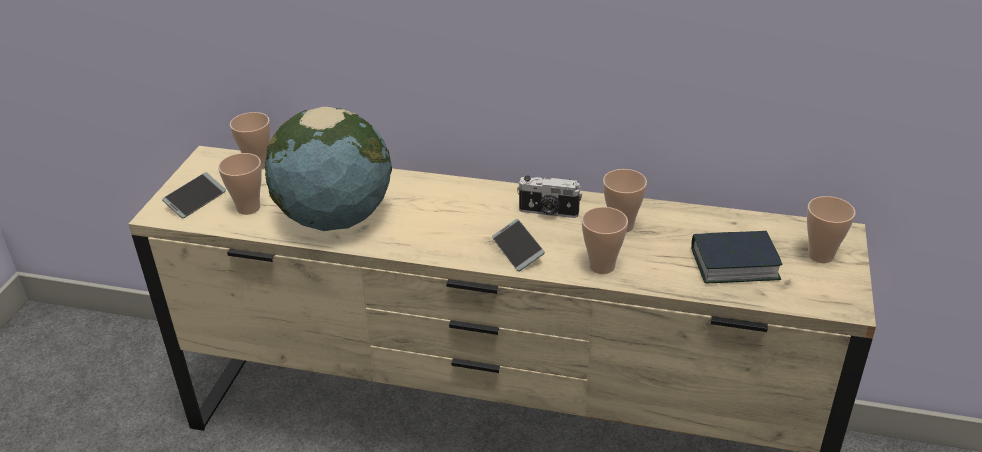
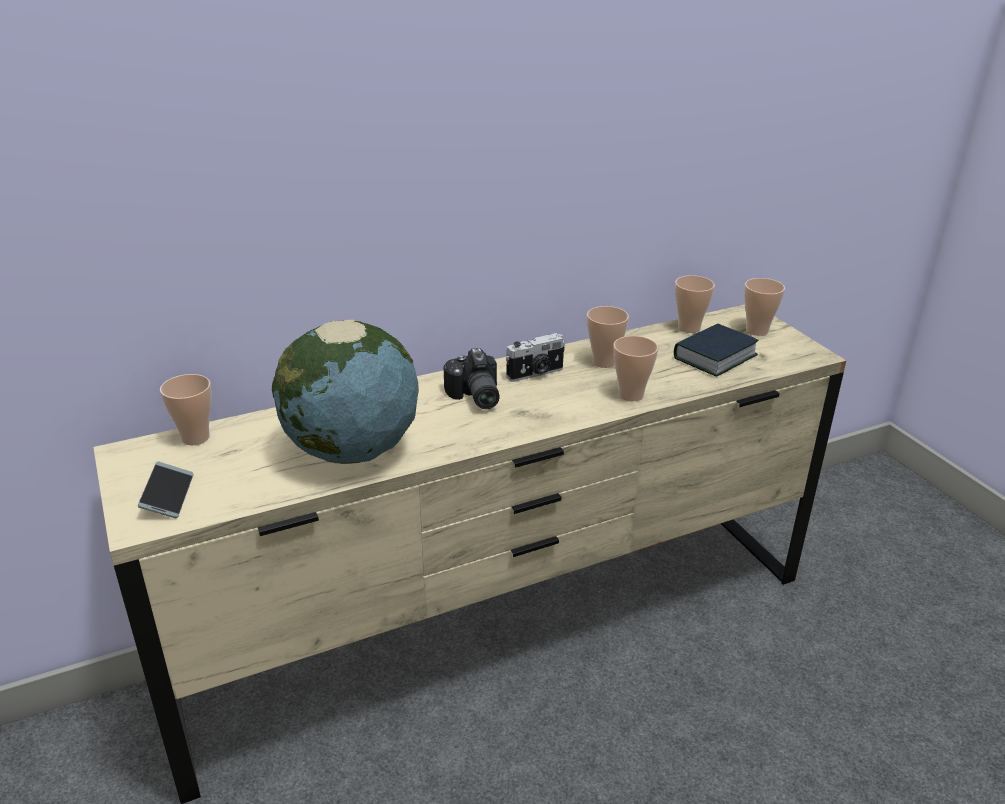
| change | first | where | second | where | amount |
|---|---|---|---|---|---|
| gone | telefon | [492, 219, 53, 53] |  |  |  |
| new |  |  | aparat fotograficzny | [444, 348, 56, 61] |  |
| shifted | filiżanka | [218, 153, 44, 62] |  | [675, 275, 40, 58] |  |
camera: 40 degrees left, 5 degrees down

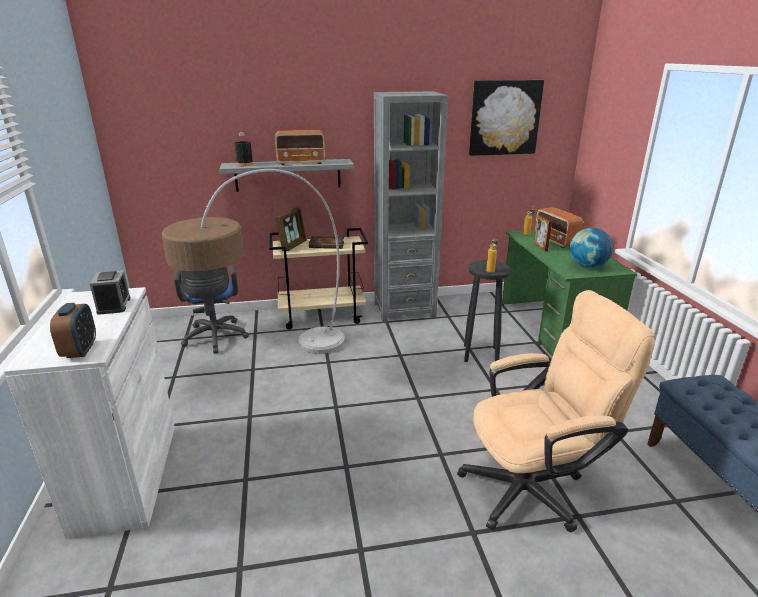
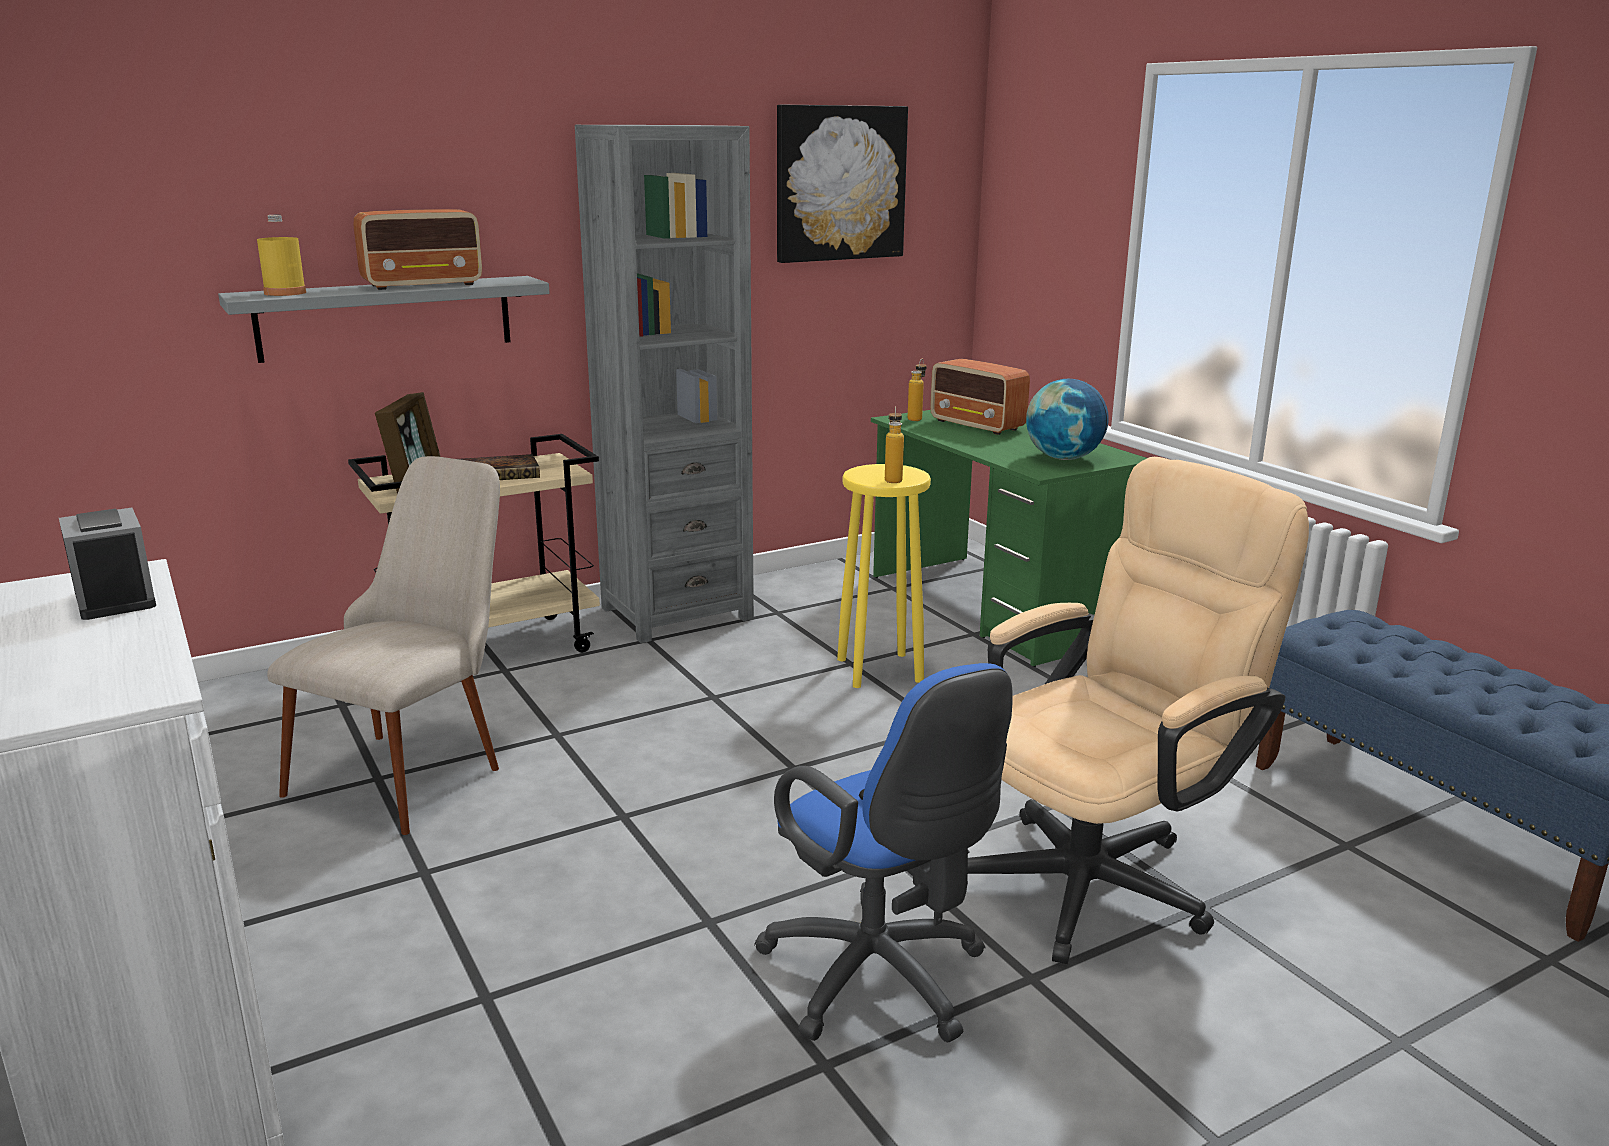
| change | first | where | second | where | amount |
|---|---|---|---|---|---|
| gone | budzik | [50, 303, 46, 55] |  |  |  |
| gone | ramka na zdjęcie | [534, 214, 18, 37] |  |  |  |
| shifted | krzesło biurowe/niebieski | [174, 265, 75, 89] |  | [754, 663, 259, 379] |  |
| swapped | lampa stojąca | [162, 169, 183, 185] | krzesło/beżowy | [267, 456, 233, 379] |  |
| repainted | butelka/czarny | [235, 132, 18, 35] | butelka/żółty | [257, 215, 49, 81] |  |
| repainted | stołek/czarny | [464, 260, 47, 102] | stołek/żółty | [837, 464, 94, 224] |  |
camera: 20 degrees left, 5 degrees down

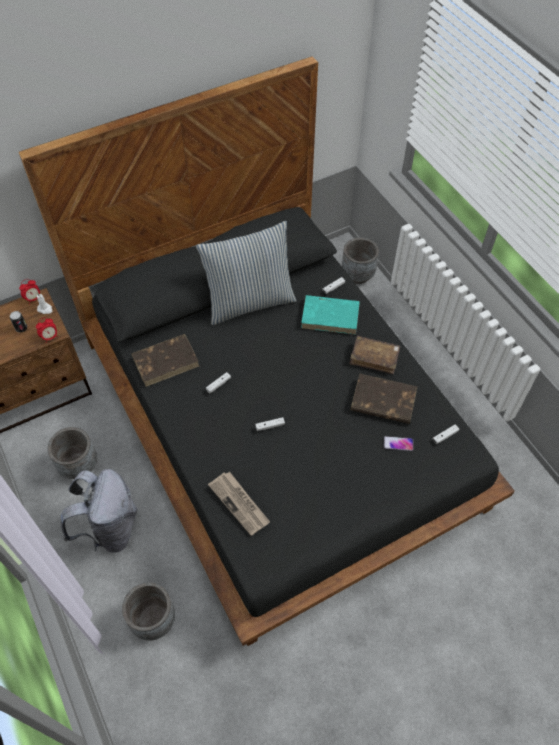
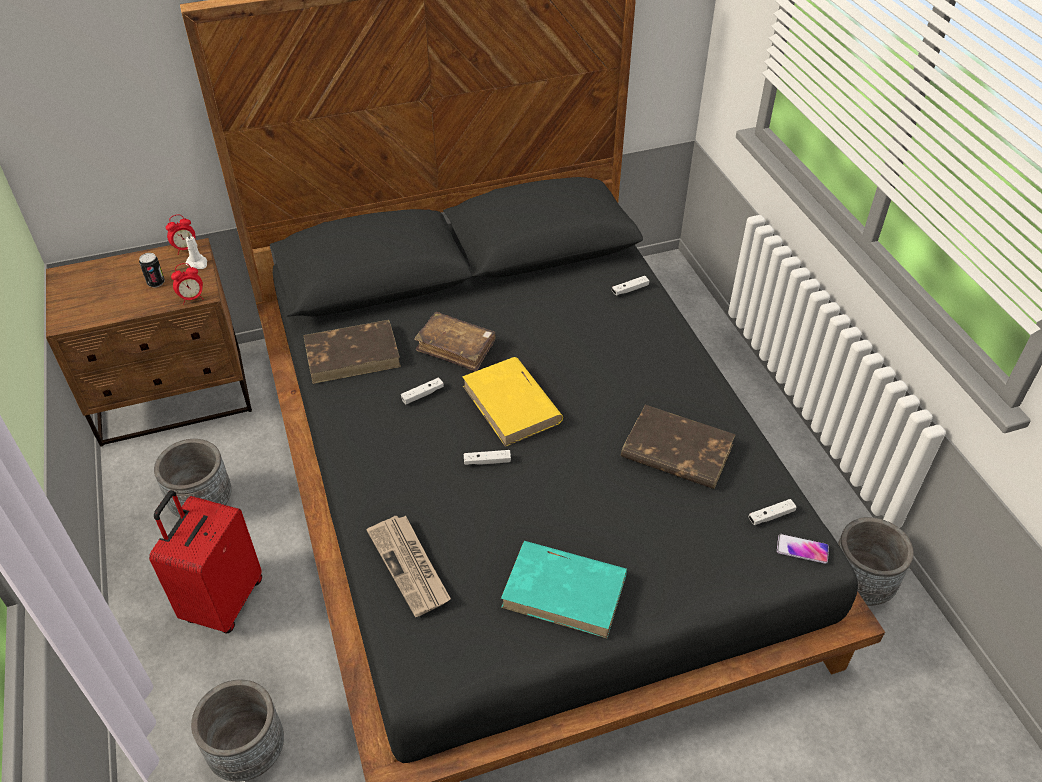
| change | first | where | second | where | amount |
|---|---|---|---|---|---|
| gone | poduszka | [196, 221, 101, 104] |  |  |  |
| new |  |  | książka/żółty | [462, 357, 101, 90] |  |
| shifted | książka/turkusowy | [301, 295, 59, 40] |  | [501, 541, 126, 97] |  |
| shifted | donica/szary | [342, 238, 37, 46] |  | [838, 517, 76, 89] |  |
| shifted | książka/brązowy | [350, 336, 50, 38] |  | [414, 312, 82, 59] |  |
| shifted | telefon | [384, 436, 29, 15] |  | [777, 534, 52, 30] |  |
| swapped | plecak/szary | [60, 469, 77, 84] | walizka/czerwony | [149, 490, 113, 143] |  |
camera: 10 degrees right, 10 degrees down

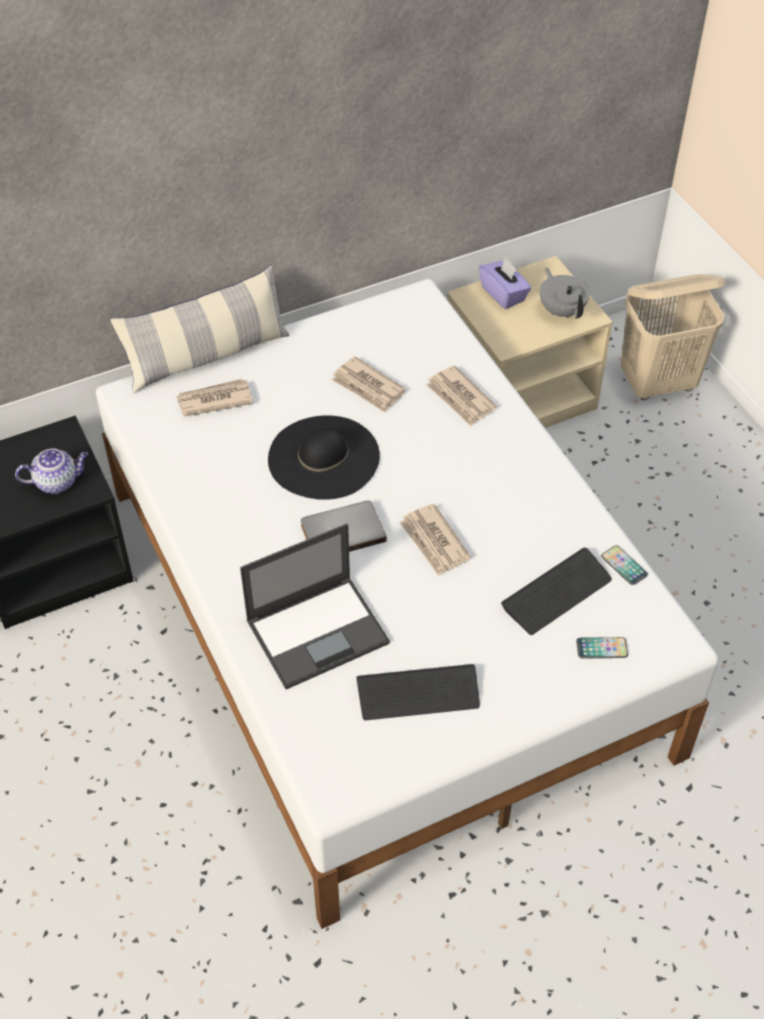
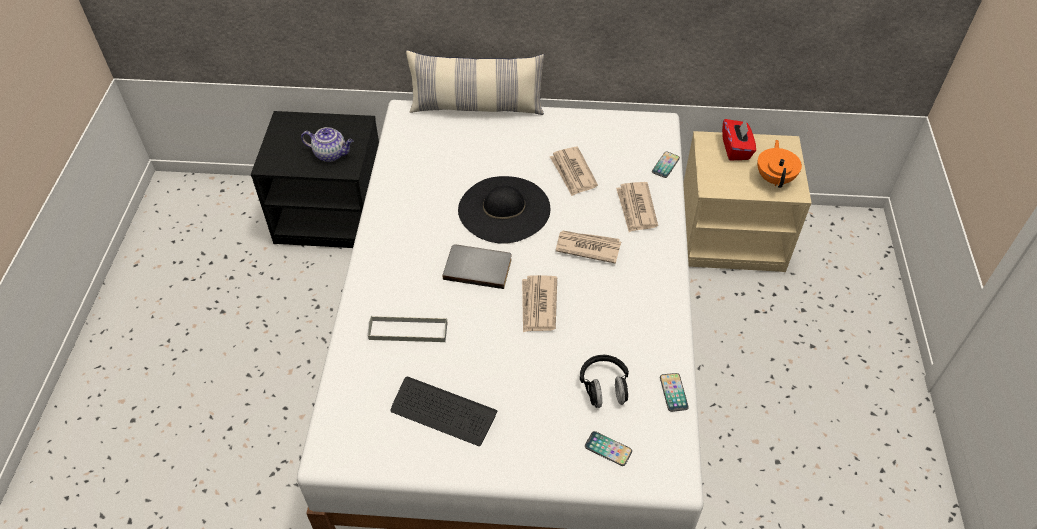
| change | first | where | second | where | amount |
|---|---|---|---|---|---|
| gone | kosz na pranie/beżowy | [621, 274, 105, 126] |  |  |  |
| new |  |  | telefon | [652, 152, 28, 26] |  |
| shifted | gazeta | [176, 379, 77, 38] |  | [556, 230, 65, 34] |  |
| swapped | laptop | [240, 523, 150, 167] | taca/szary | [368, 316, 80, 26] |  |
| swapped | klawiatura | [501, 548, 111, 87] | słuchawki/czarny | [580, 355, 49, 53] |  |
| repainted | pudełko chusteczek/fioletowy | [479, 257, 52, 52] | pudełko chusteczek/czerwony | [722, 119, 34, 42] |  |
| repainted | imbryk/szary | [540, 268, 50, 51] | imbryk/pomarańczowy | [757, 140, 45, 48] |  |
camera: 30 degrees right, 0 degrees up

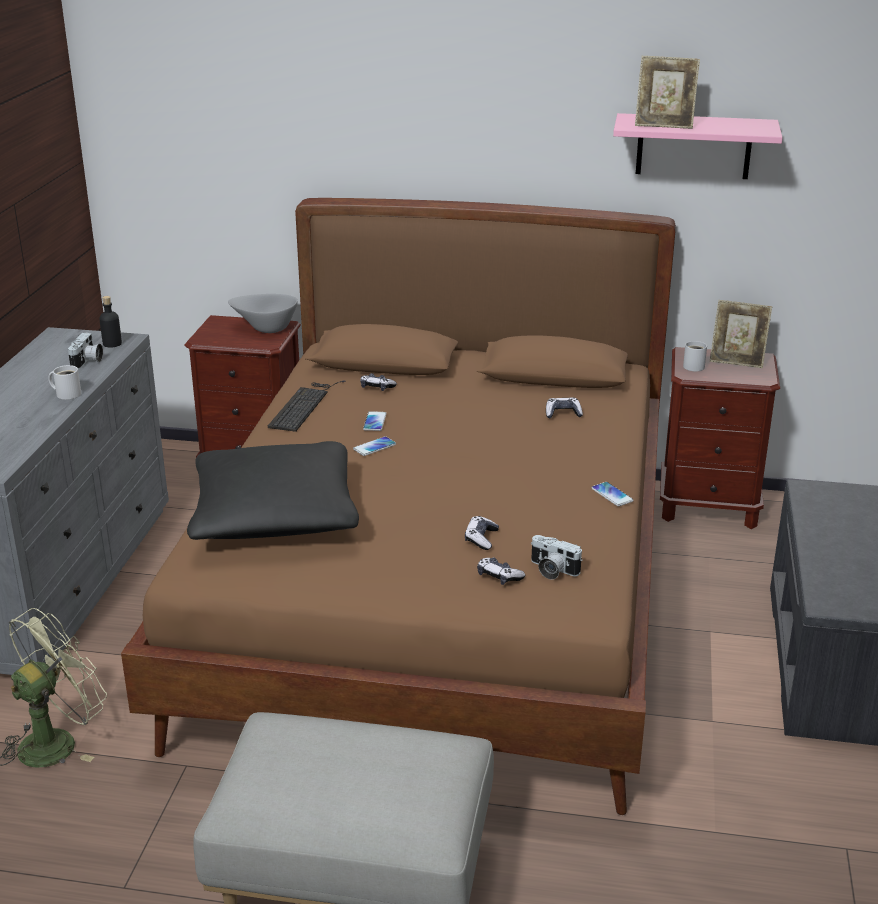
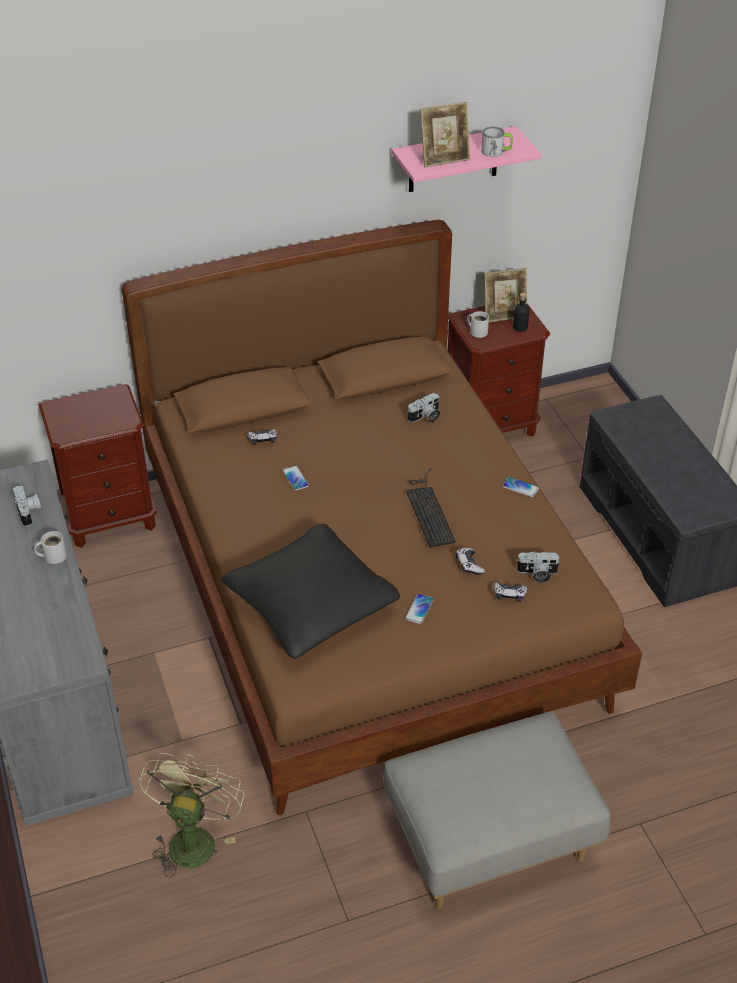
| change | first | where | second | where | amount |
|---|---|---|---|---|---|
| gone | miska/szary | [228, 294, 69, 39] |  |  |  |
| new |  |  | kubek | [481, 127, 32, 30] |  |
| shifted | butelka/czarny | [99, 296, 23, 52] |  | [513, 293, 17, 39] |  |
| shifted | klawiatura | [268, 380, 77, 52] |  | [407, 469, 49, 79] |  |
| shifted | telefon | [353, 436, 43, 20] |  | [405, 594, 29, 30] |  |
| swapped | pad do gier | [546, 397, 37, 21] | aparat fotograficzny | [408, 393, 32, 30] |  |
camera: 30 degrees left, 15 degrees up

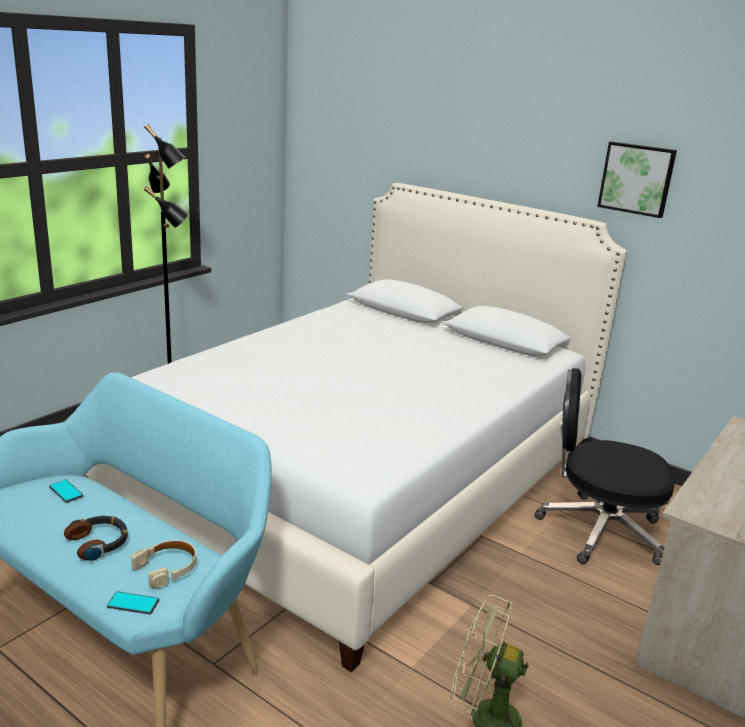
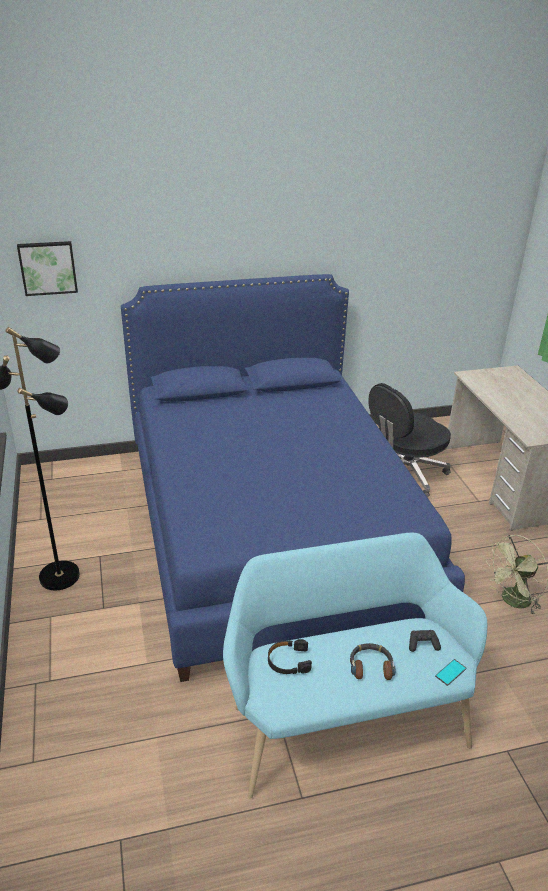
| change | first | where | second | where | amount |
|---|---|---|---|---|---|
| shifted | obraz | [597, 142, 80, 76] |  | [17, 241, 61, 55] |  |
| swapped | telefon | [49, 479, 34, 24] | słuchawki/czarny | [268, 639, 44, 35] |  |
| swapped | słuchawki/beżowy | [131, 540, 65, 48] | pad do gier/czarny | [409, 630, 32, 22] |  |
| repainted | łóżko/biały | [88, 183, 539, 489] | łóżko/niebieski | [121, 274, 344, 408] |  |
camera: 50 degrees left, 10 degrees up

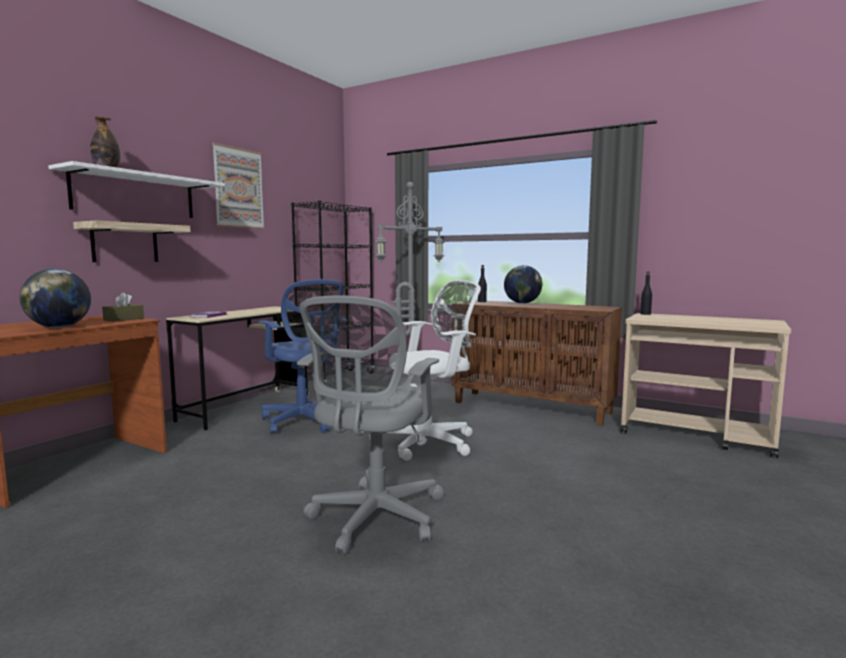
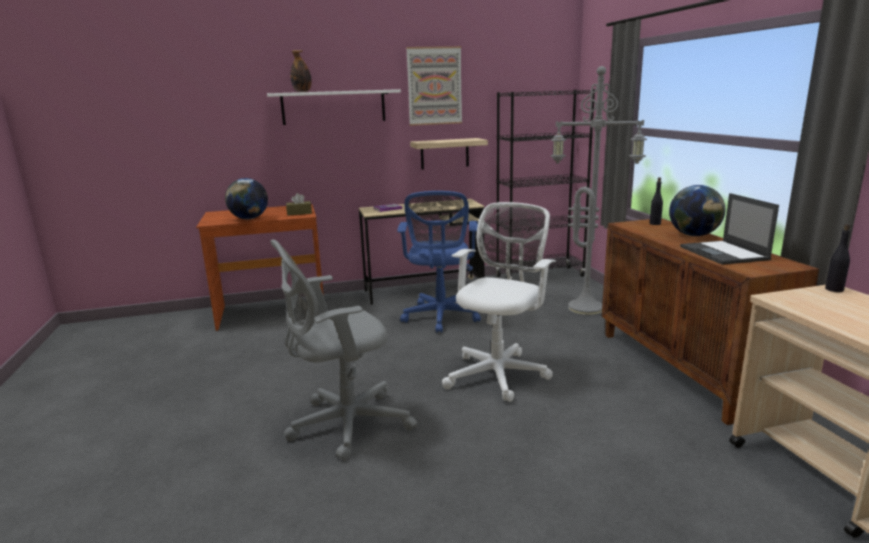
| change | first | where | second | where | amount |
|---|---|---|---|---|---|
| new |  |  | laptop | [680, 193, 99, 72] |  |
| shifted | półka | [73, 220, 117, 42] |  | [410, 138, 78, 32] |  |
| rotated | krzesło biurowe/biały | [370, 280, 111, 181] |  | [442, 202, 114, 200] | 75 degrees counterclockwise |
camera: 45 degrees right, 10 degrees up

